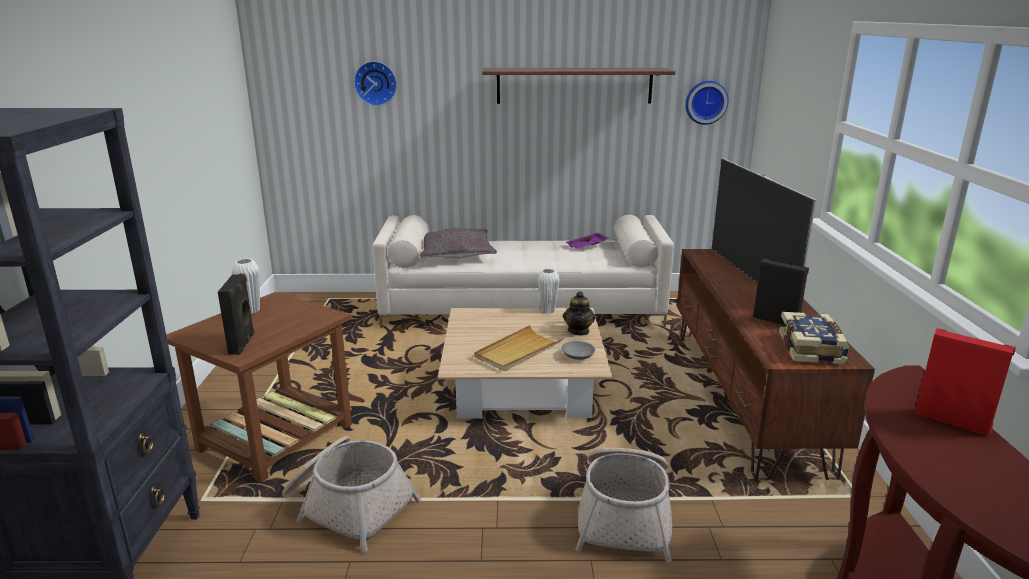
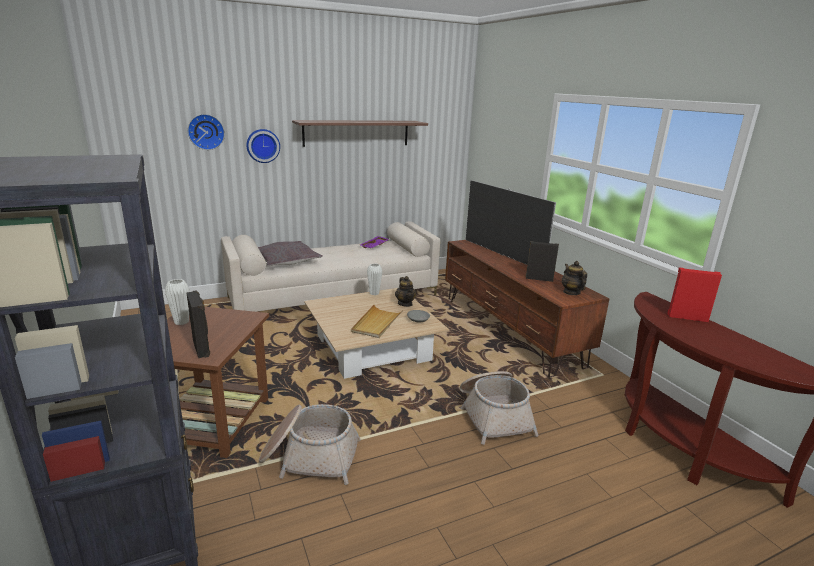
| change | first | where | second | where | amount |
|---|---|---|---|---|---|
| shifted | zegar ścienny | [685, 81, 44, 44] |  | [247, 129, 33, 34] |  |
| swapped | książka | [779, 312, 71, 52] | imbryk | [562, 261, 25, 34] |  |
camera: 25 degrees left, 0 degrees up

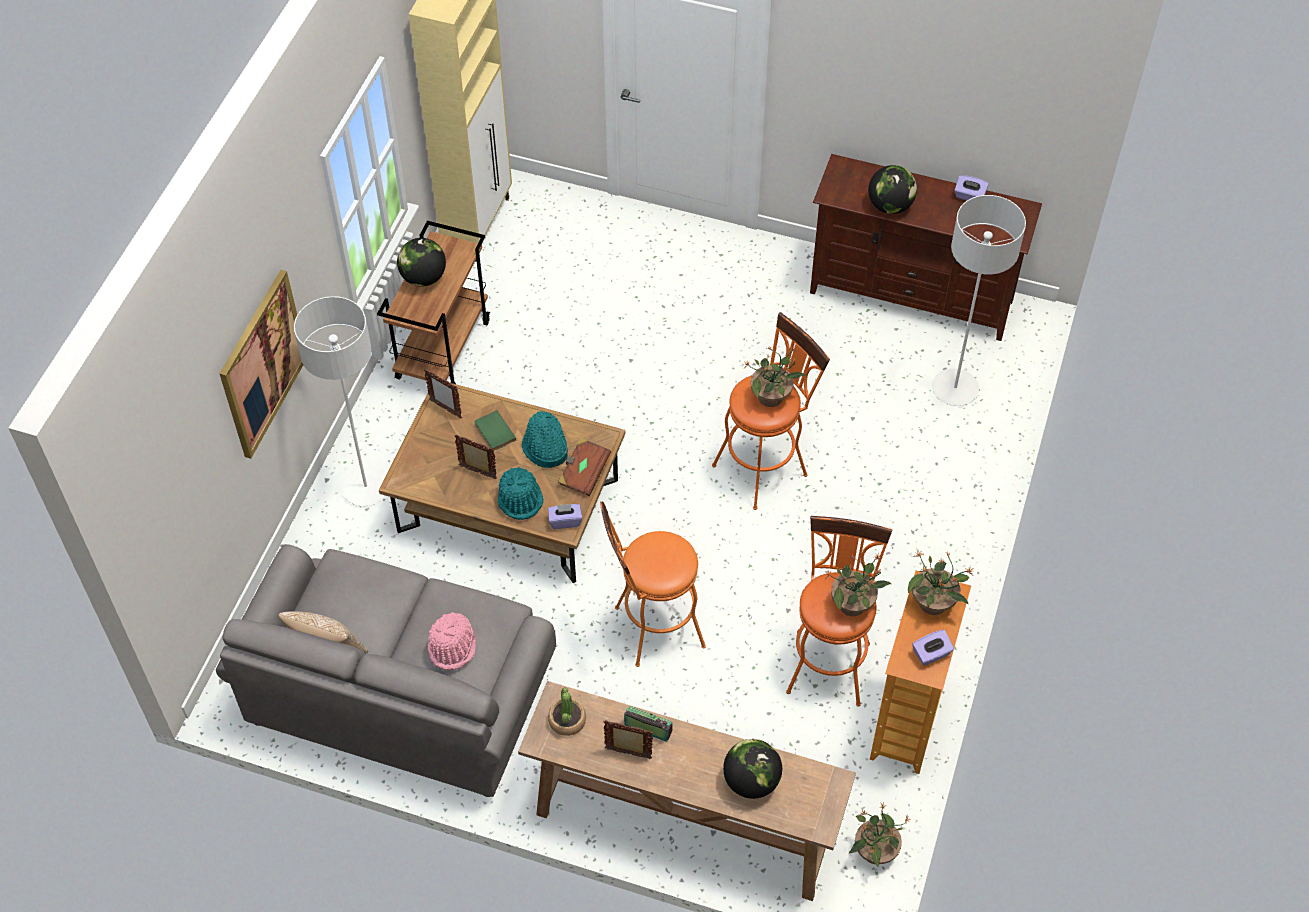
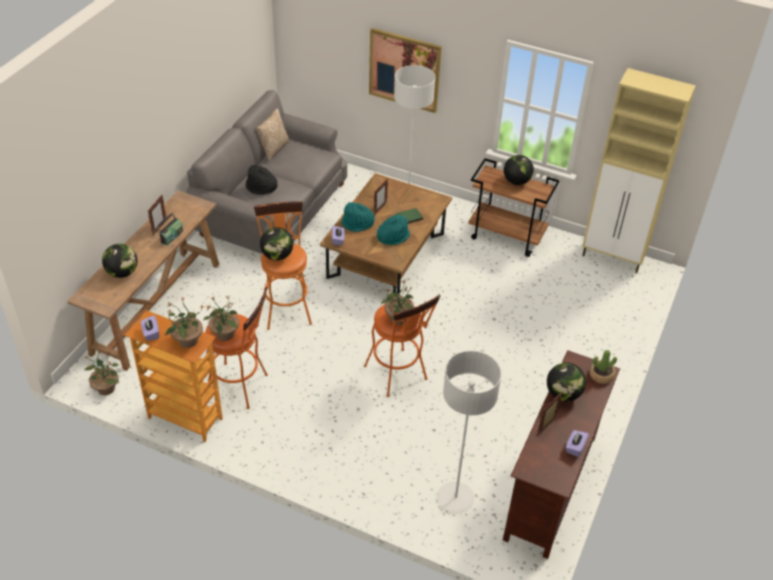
| change | first | where | second | where | amount |
|---|---|---|---|---|---|
| gone | książka/brązowy | [558, 438, 53, 58] |  |  |  |
| new |  |  | globus | [260, 227, 33, 33] |  |
| shifted | ramka na zdjęcie | [424, 369, 38, 49] |  | [537, 392, 26, 44] |  |
| shifted | roślina doniczkowa | [548, 687, 38, 49] |  | [590, 350, 27, 34] |  |
| repainted | kapelusz/różowy | [427, 612, 49, 59] | kapelusz/czarny | [246, 165, 32, 30] |  |
camera: 95 degrees right, 10 degrees down

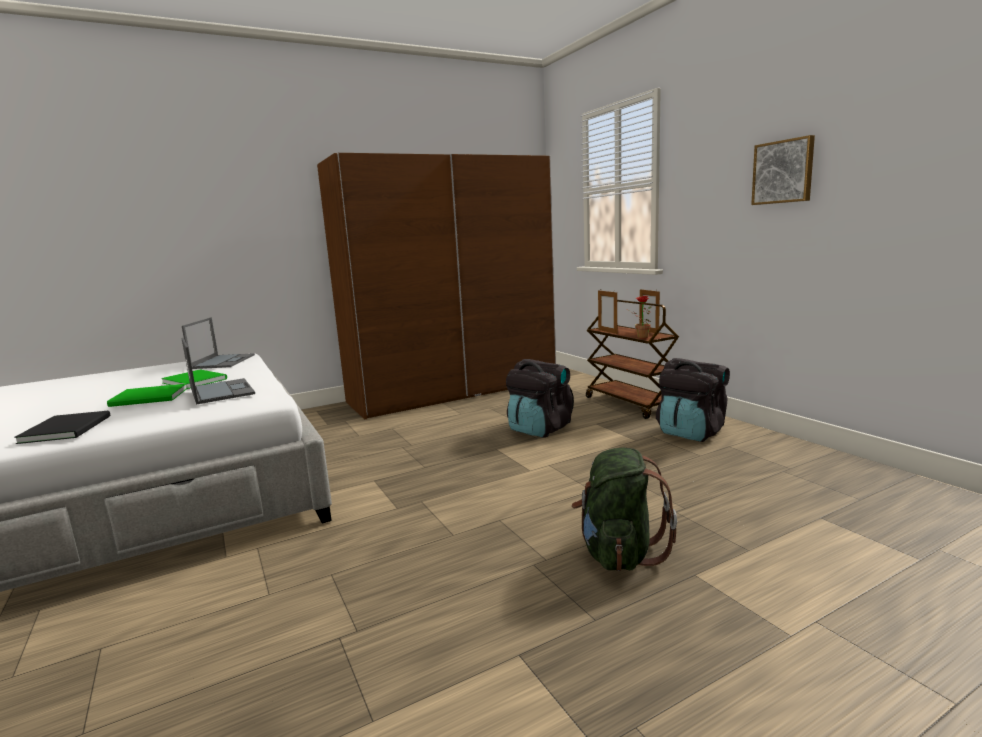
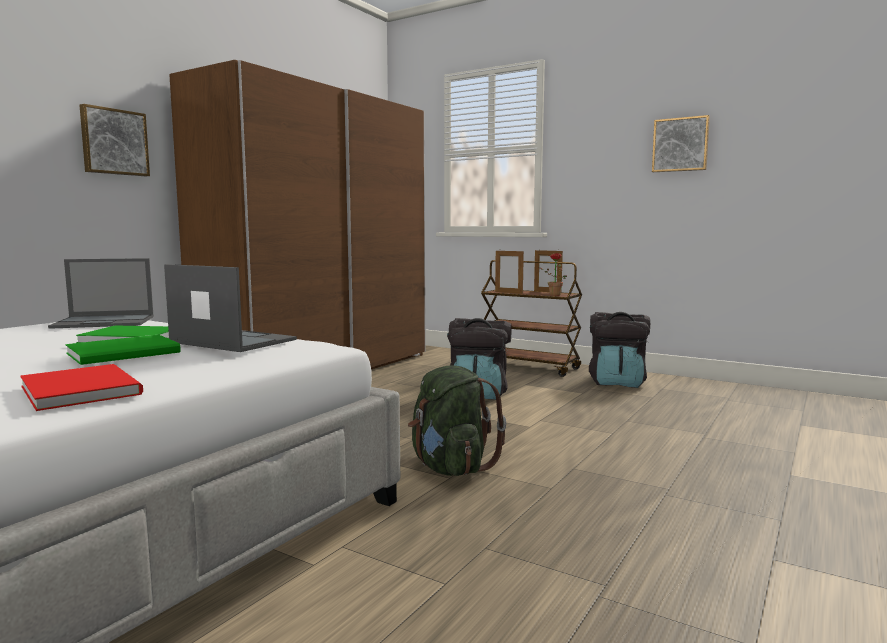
| change | first | where | second | where | amount |
|---|---|---|---|---|---|
| new |  |  | obraz | [79, 104, 71, 72] |  |
| shifted | plecak/zielony | [571, 447, 106, 124] |  | [408, 365, 98, 111] |  |
| repainted | książka/czarny | [14, 411, 96, 33] | książka/czerwony | [20, 364, 123, 47] |  |
| rotated | laptop | [182, 317, 73, 52] |  | [48, 258, 106, 71] | 105 degrees clockwise |
camera: 30 degrees left, 5 degrees down

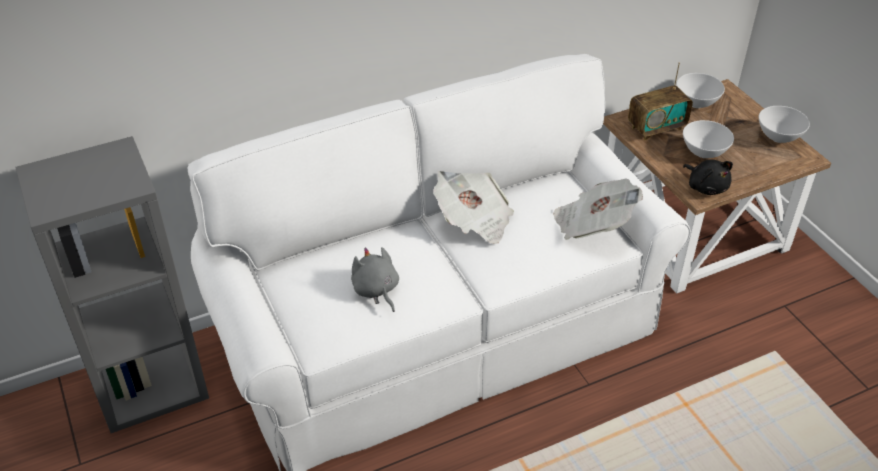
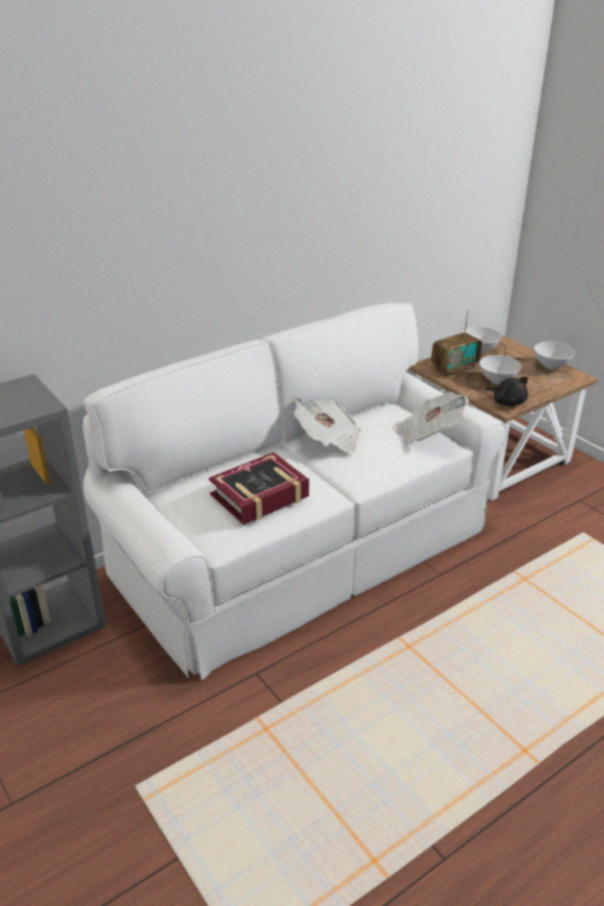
| change | first | where | second | where | amount |
|---|---|---|---|---|---|
| swapped | pluszak/szary | [351, 247, 48, 65] | książka | [209, 452, 100, 73] |  |
camera: 10 degrees left, 10 degrees down

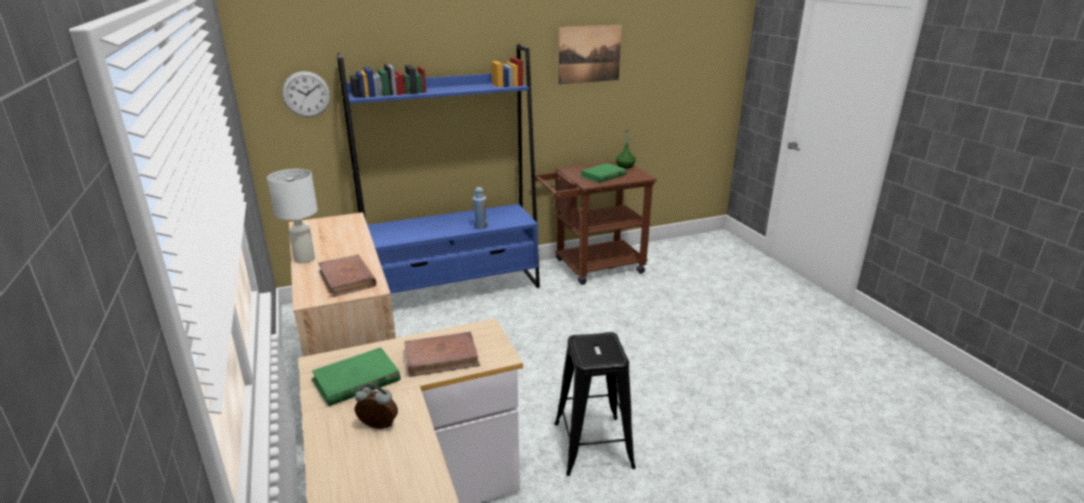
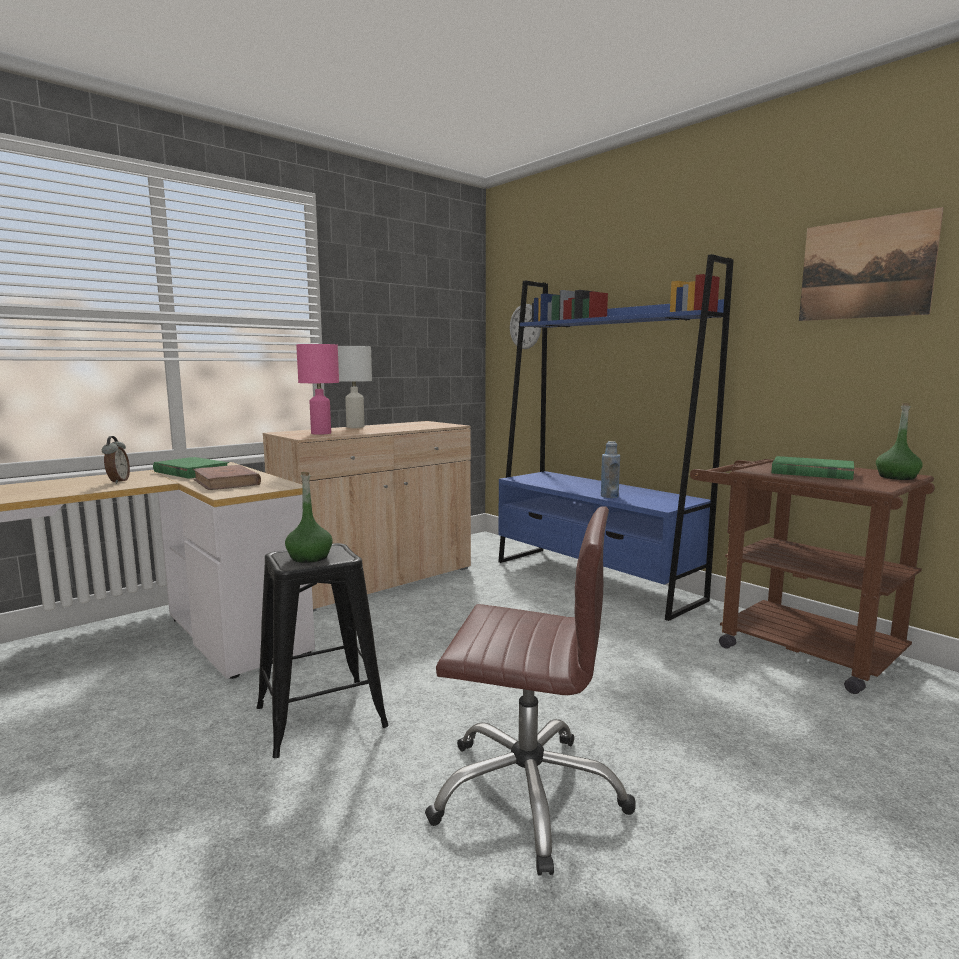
| change | first | where | second | where | amount |
|---|---|---|---|---|---|
| new |  |  | butelka/zielony | [285, 472, 48, 91] |  |
| new |  |  | krzesło biurowe/brązowy | [425, 506, 211, 370] |  |
| swapped | książka/brązowy | [318, 255, 58, 42] | lampa stołowa/różowy | [296, 344, 43, 91] |  |
camera: 70 degrees right, 15 degrees down

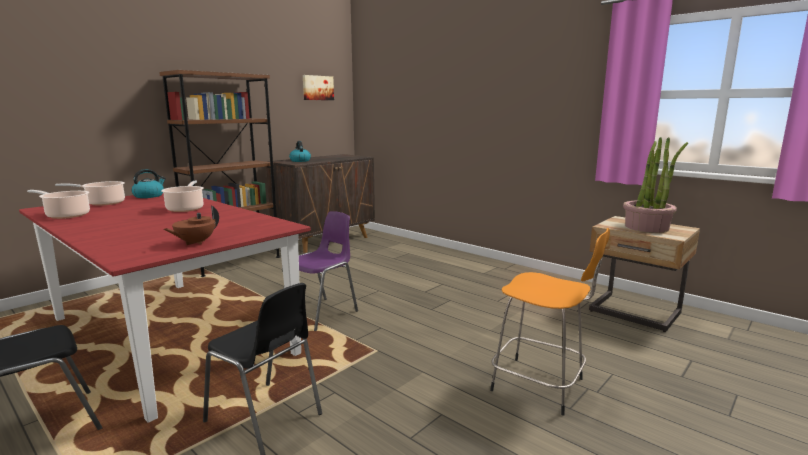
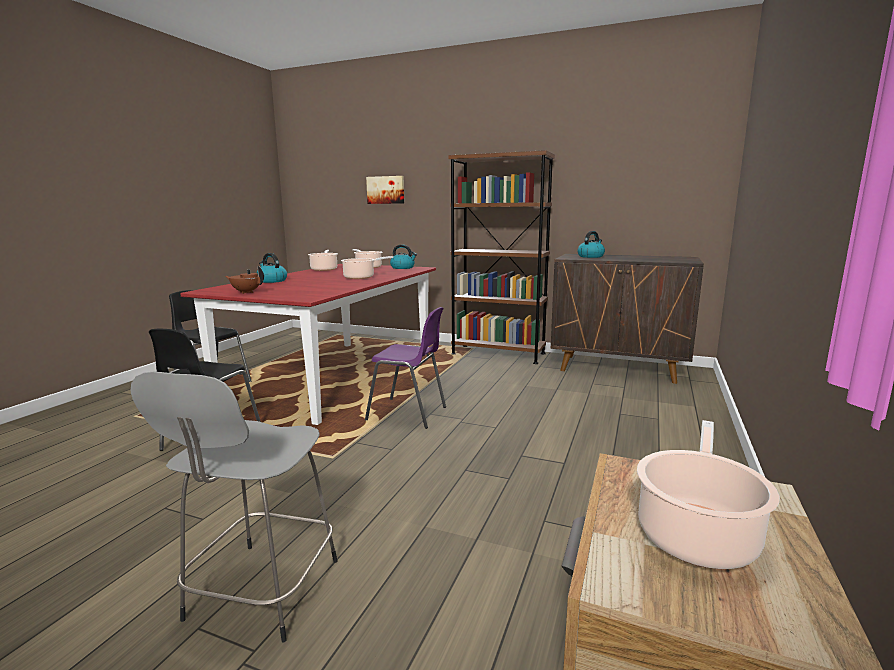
| change | first | where | second | where | amount |
|---|---|---|---|---|---|
| new |  |  | czajnik | [257, 253, 30, 30] |  |
| shifted | obraz | [303, 75, 31, 25] |  | [366, 176, 38, 28] |  |
| swapped | roślina doniczkowa | [623, 137, 65, 96] | garnek | [637, 420, 143, 149] |  |
| repainted | stołek/pomarańczowy | [490, 228, 120, 188] | stołek/szary | [131, 372, 207, 270] |  |
camera: 70 degrees right, 0 degrees up

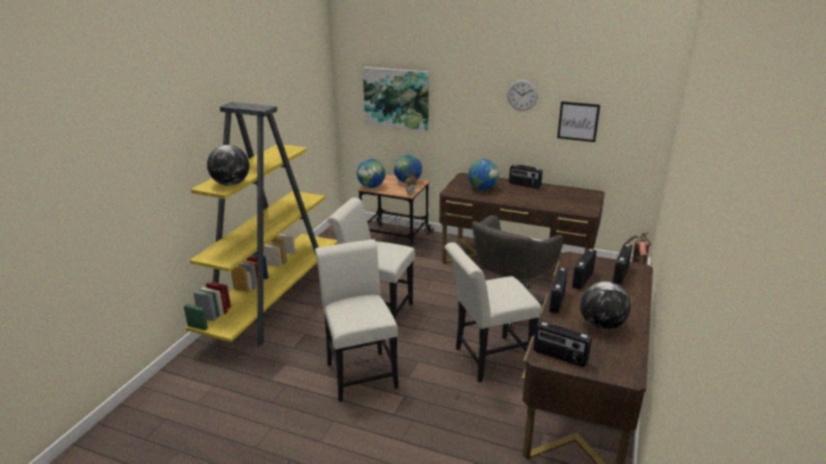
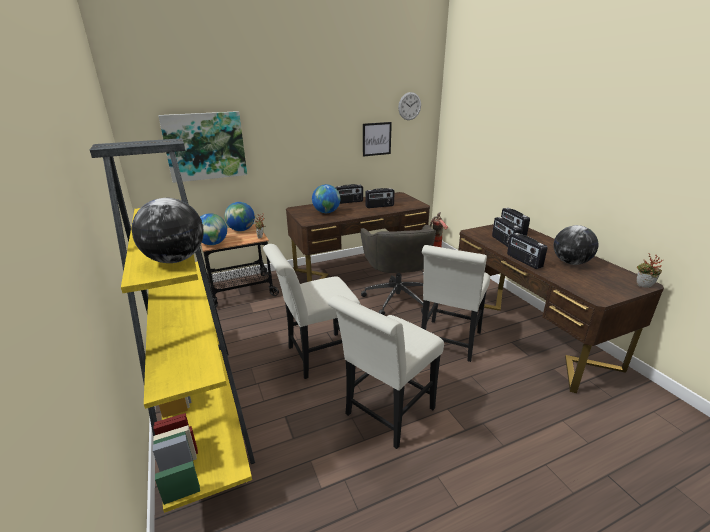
| change | first | where | second | where | amount |
|---|---|---|---|---|---|
| new |  |  | roślina doniczkowa | [637, 254, 25, 34] |  |
| shifted | zegar ścienny | [507, 79, 31, 32] |  | [398, 92, 23, 28] |  |
| shifted | radio | [533, 321, 59, 46] |  | [365, 188, 30, 20] |  |
| rotated | krzesło/biały | [315, 239, 84, 163] |  | [328, 295, 116, 154] | 75 degrees counterclockwise |
camera: 45 degrees left, 0 degrees up

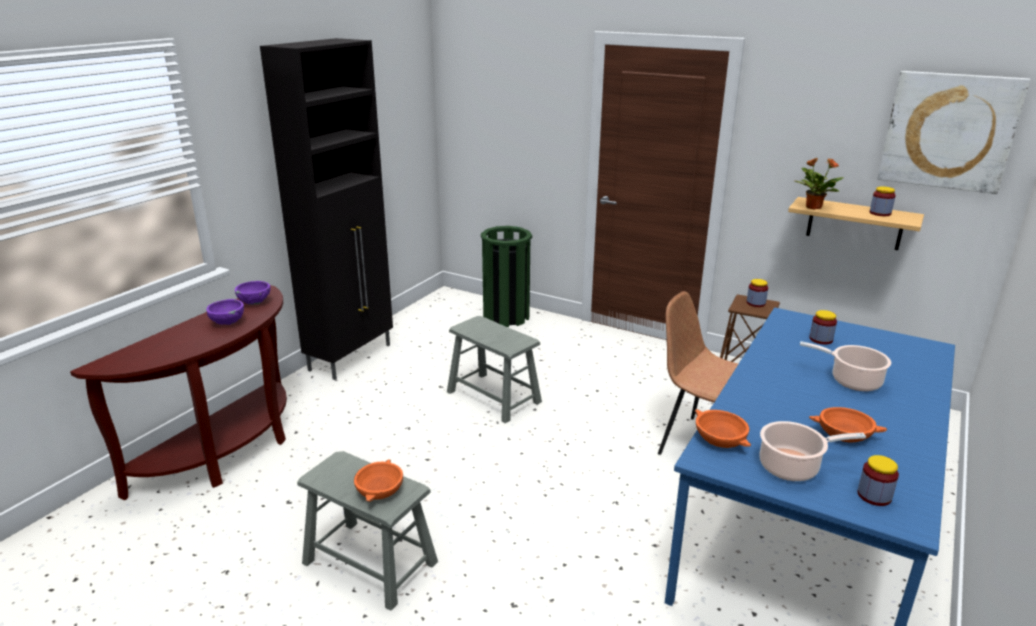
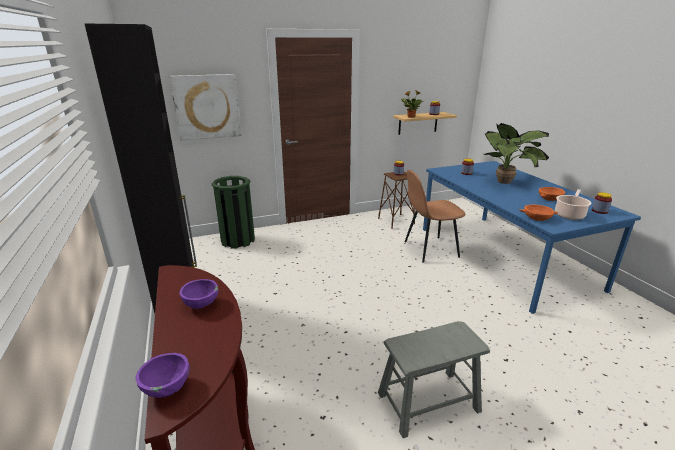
| change | first | where | second | where | amount |
|---|---|---|---|---|---|
| gone | miska/pomarańczowy | [354, 459, 49, 43] |  |  |  |
| gone | stołek/szary | [447, 316, 95, 107] |  |  |  |
| shifted | miska/fioletowy | [235, 281, 36, 24] |  | [135, 353, 55, 45] |  |
| shifted | obraz | [877, 71, 153, 123] |  | [169, 74, 72, 66] |  |
| swapped | garnek | [800, 341, 92, 50] | roślina doniczkowa | [484, 123, 65, 61] |  |
camera: 50 degrees left, 0 degrees up

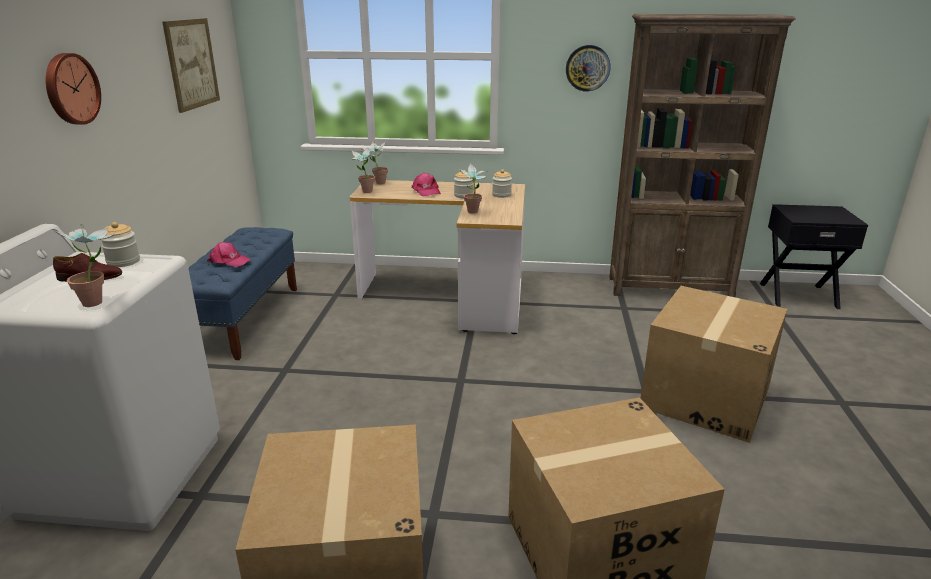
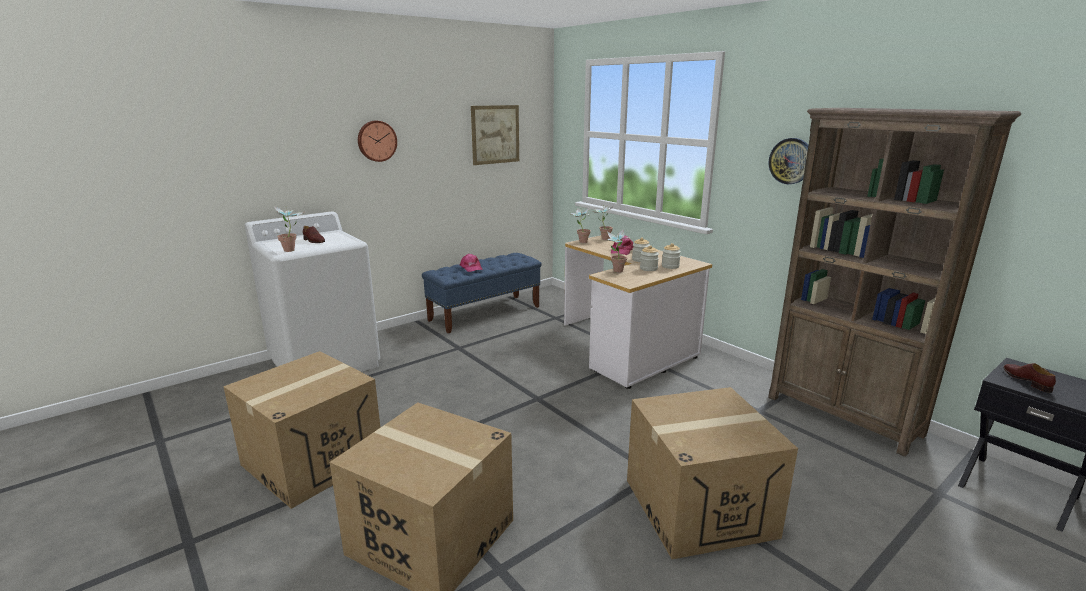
| change | first | where | second | where | amount |
|---|---|---|---|---|---|
| new |  |  | but/brązowy | [1003, 363, 53, 30] |  |
| shifted | słoik | [101, 222, 39, 45] |  | [640, 245, 19, 26] |  |
camera: 45 degrees right, 5 degrees down

